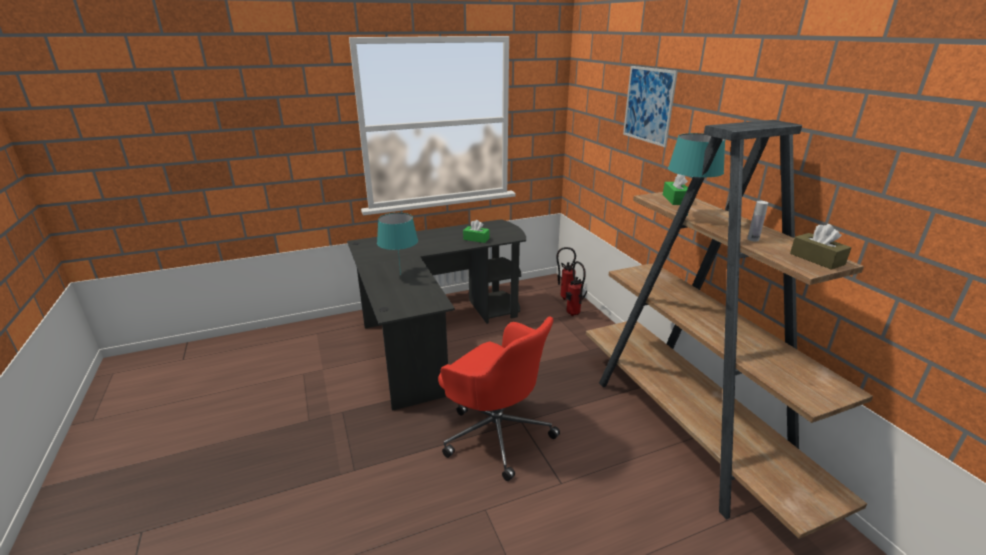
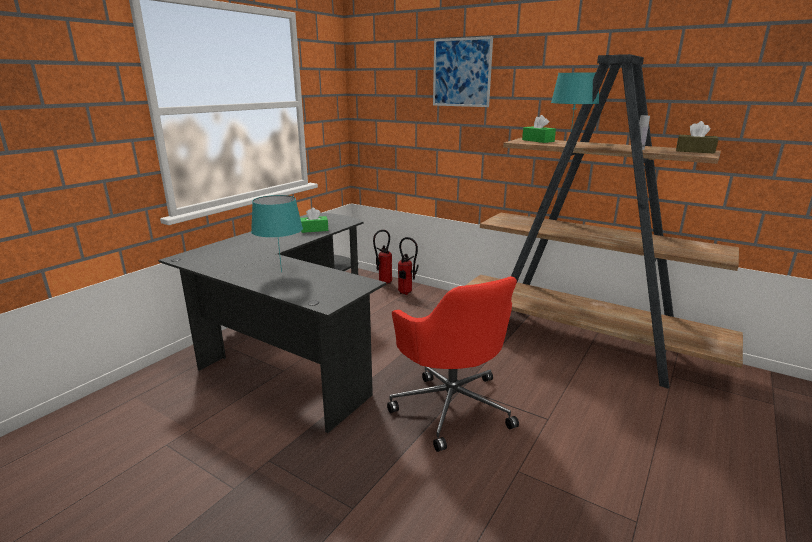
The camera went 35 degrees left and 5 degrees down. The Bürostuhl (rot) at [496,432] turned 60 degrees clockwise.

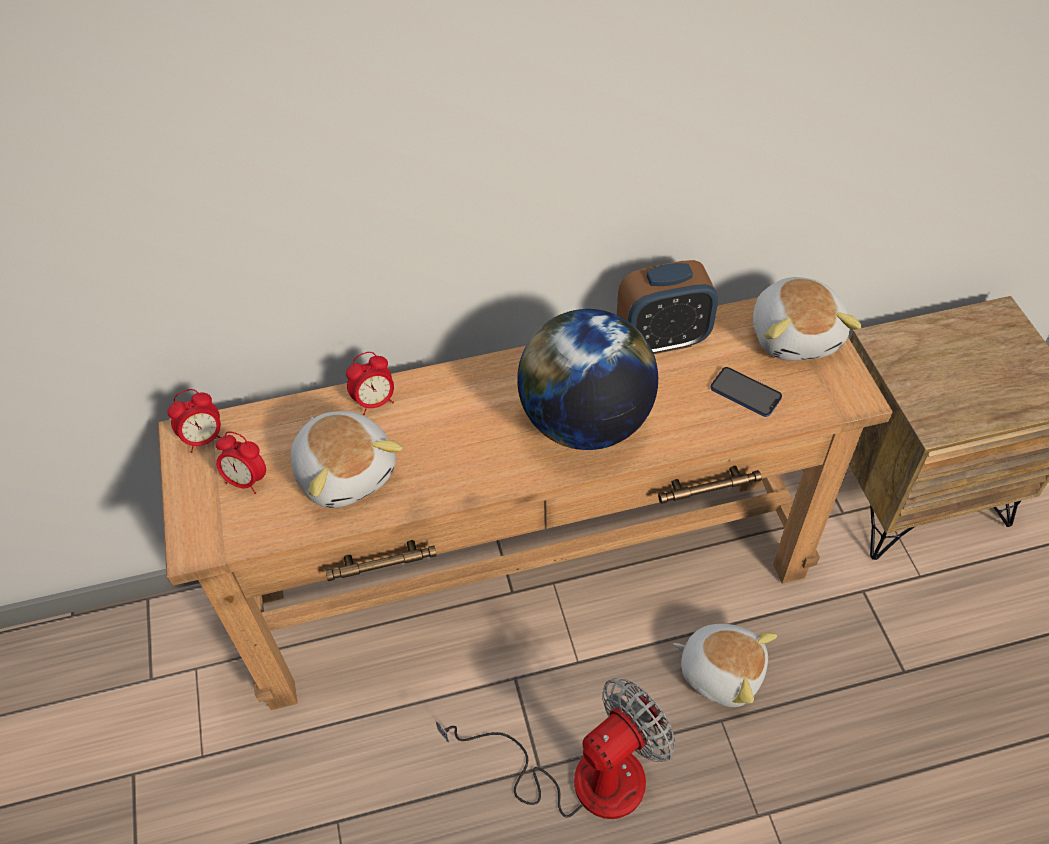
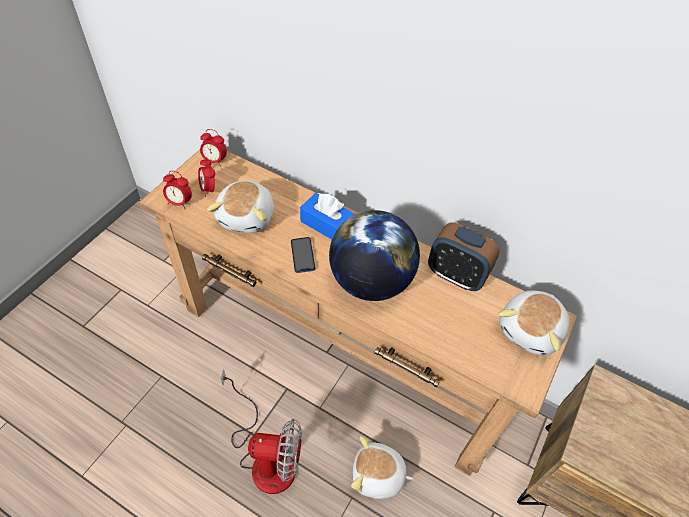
The camera went 40 degrees right and 0 degrees up. The Wecker moved from [375,402] to [179,203]. The Handy moved from [745,393] to [302,255]. The Taschentuchbox (blau) at [327,225] appeared. The Plüschtier at [721,671] turned 120 degrees clockwise.

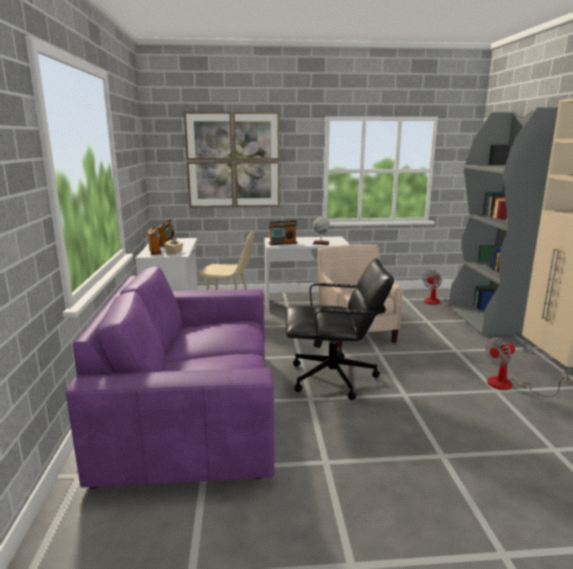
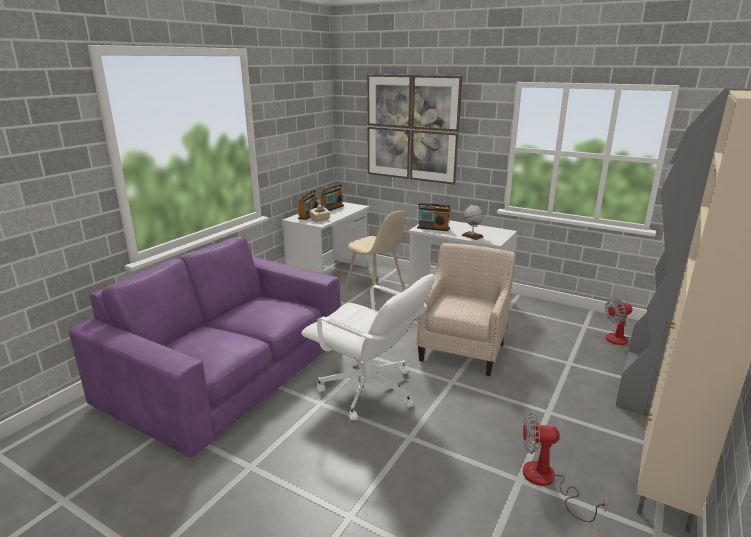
The camera went 35 degrees right and 5 degrees up. The Bürostuhl (schwarz) at [334,378] became the Bürostuhl (weiß) at [368,391].

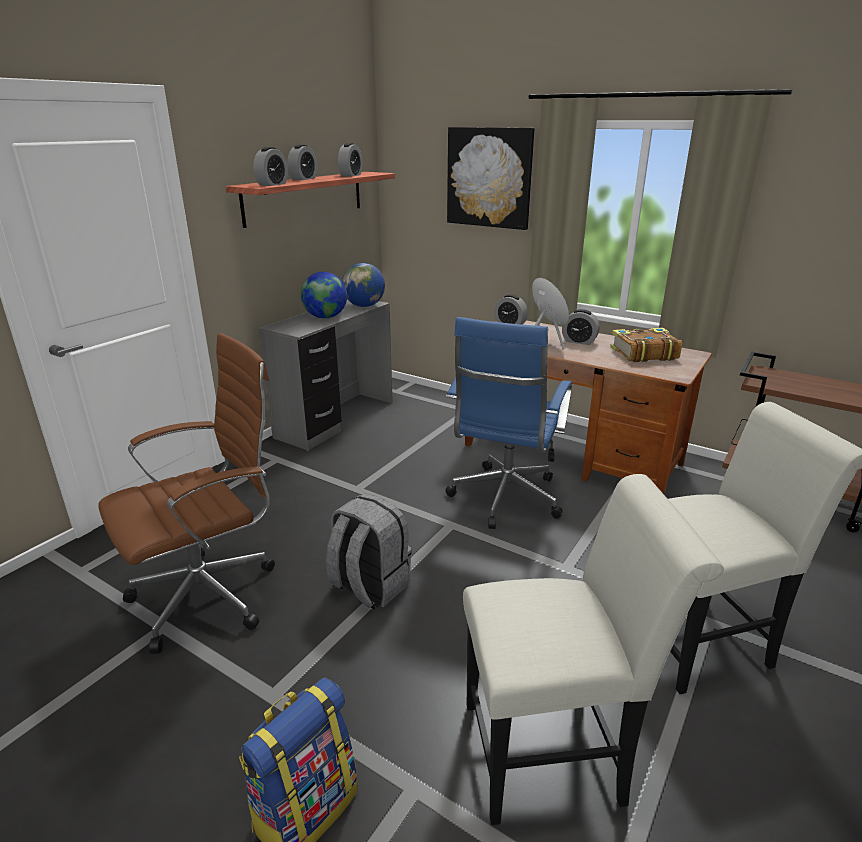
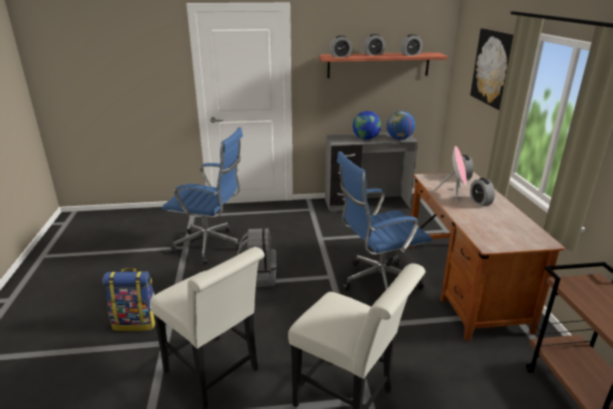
The camera went 50 degrees right and 0 degrees up. The Bürostuhl (braun) at [212,594] became the Bürostuhl (blau) at [211,246]. The Buch at [643,354] disappeared.

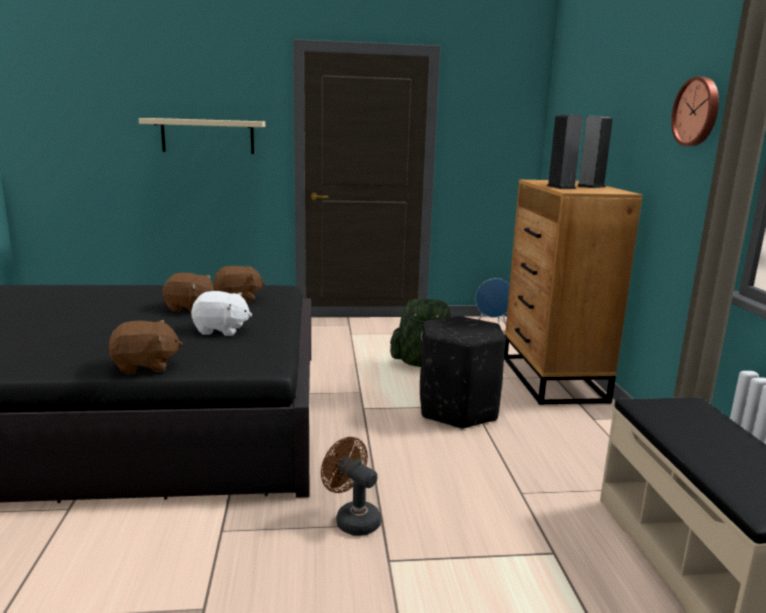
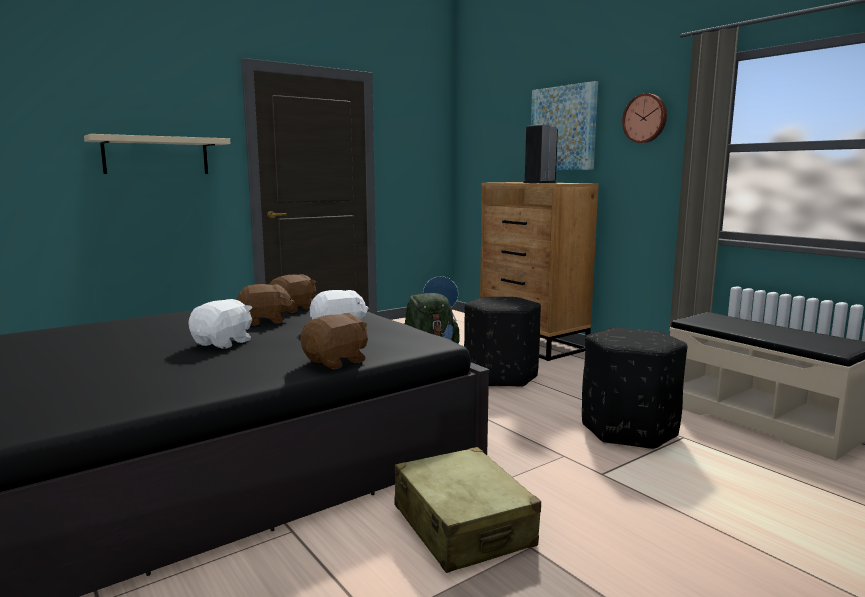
The camera went 30 degrees left and 5 degrees down. The Plüschtier (weiß) at [224,343] appeared. The Koffer (beige) at [463,526] appeared. The Bild at [563,128] appeared. The Polsterhocker (schwarz) at [628,430] appeared. The Ventilator (braun) at [352,519] disappeared.

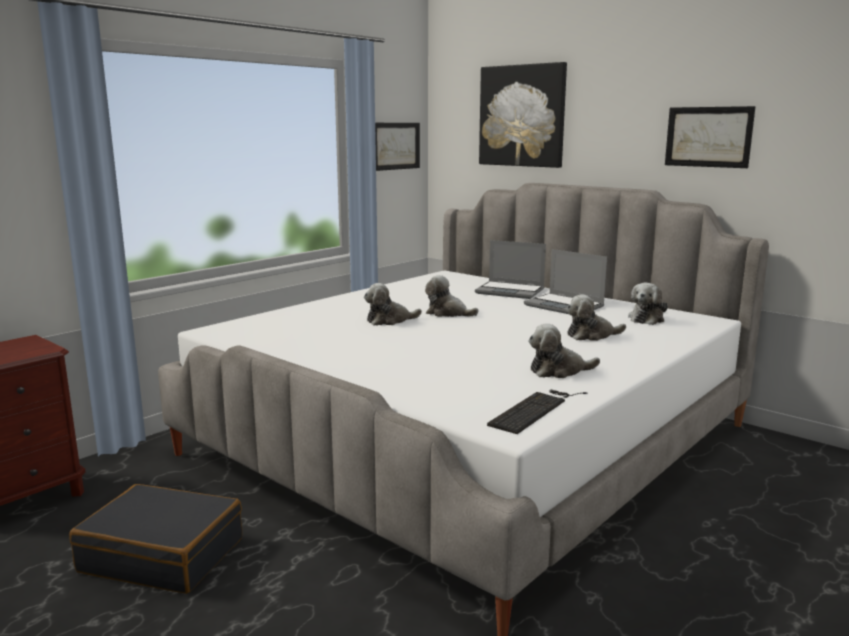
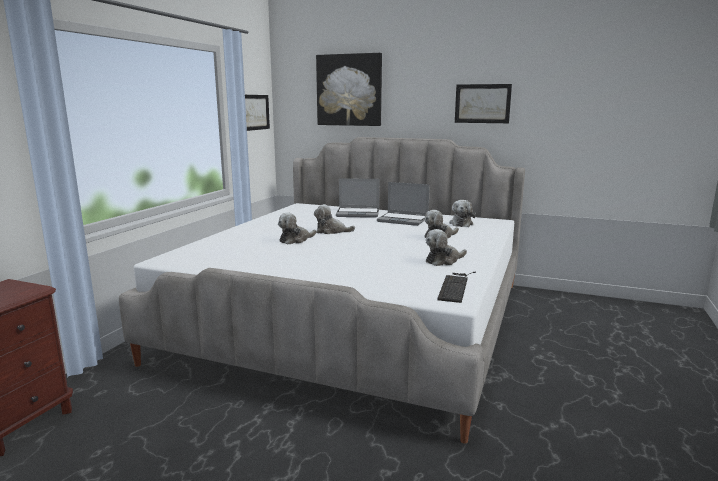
The camera went 20 degrees left and 0 degrees up. The Koffer (schwarz) at [163,555] disappeared.

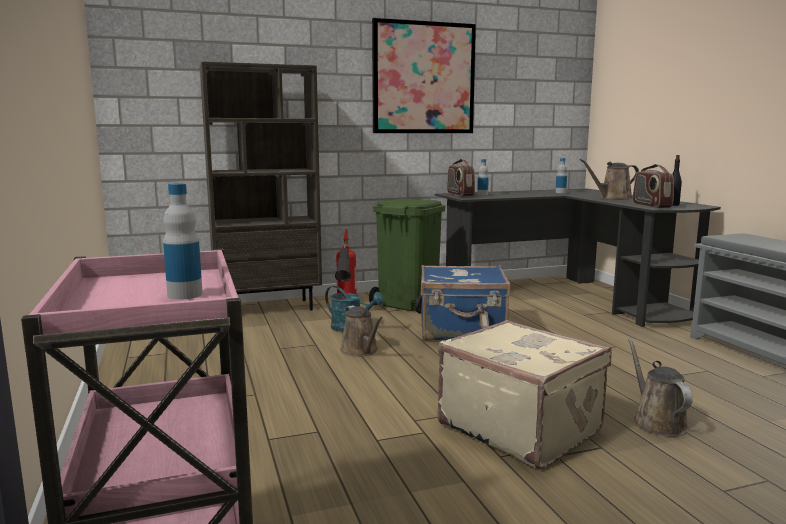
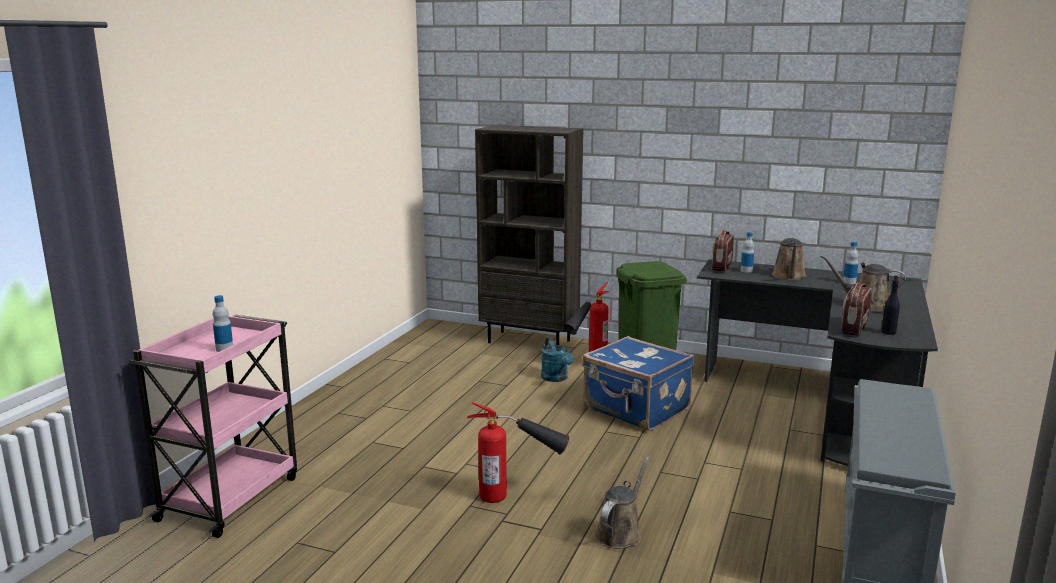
The camera went 40 degrees right and 5 degrees up. The Koffer (beige) at [520,427] was replaced by the Feuerlöscher at [518,495]. The Gießkanne (braun) moved from [361,351] to [789,276]. The Bild at [423,78] disappeared.

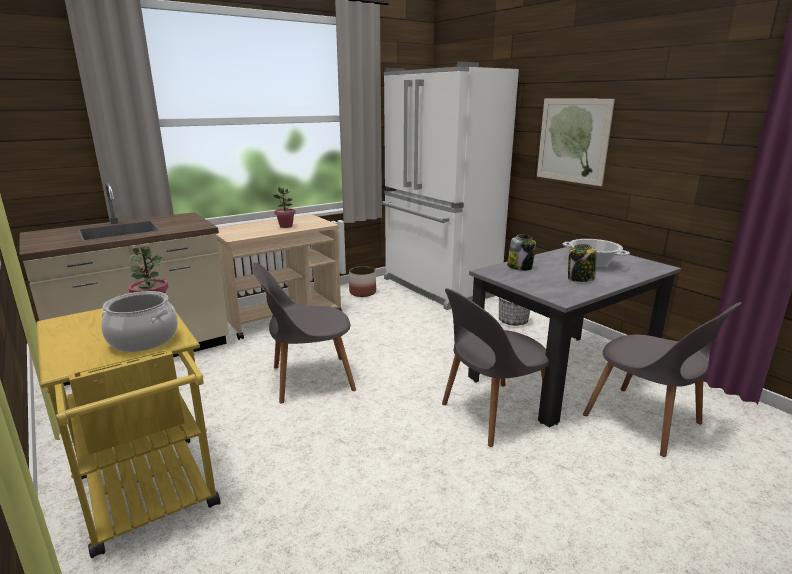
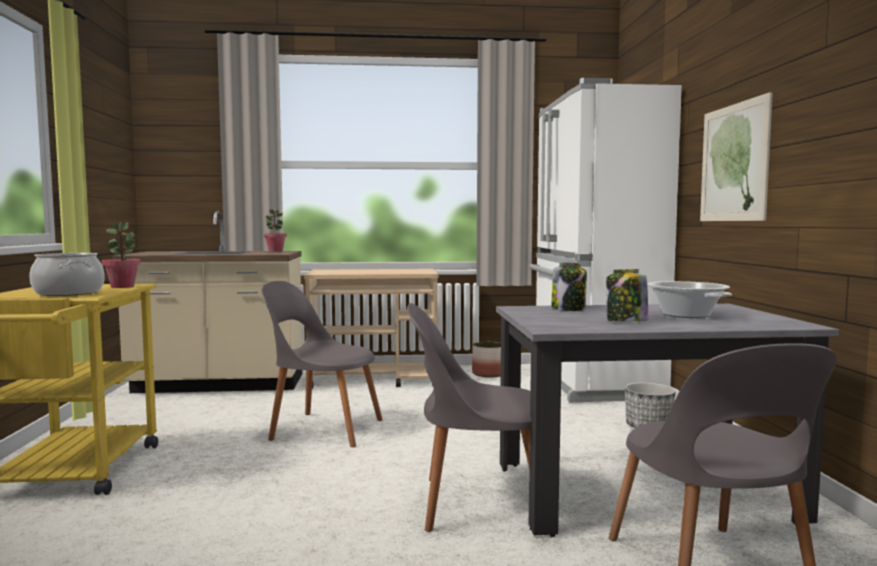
The camera went 30 degrees right and 15 degrees down. The Topfpflanze moved from [286,226] to [275,251].

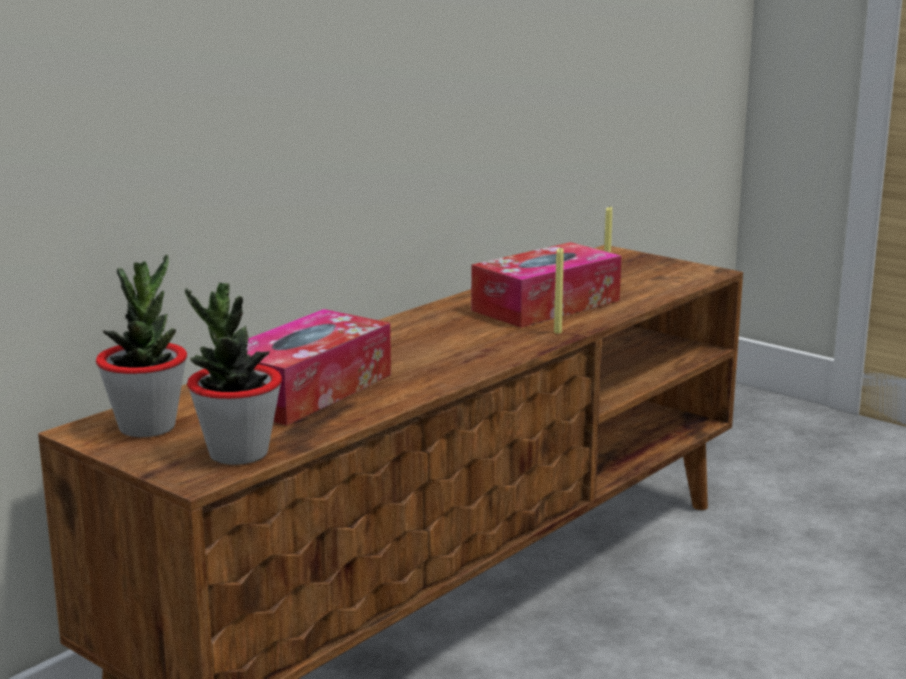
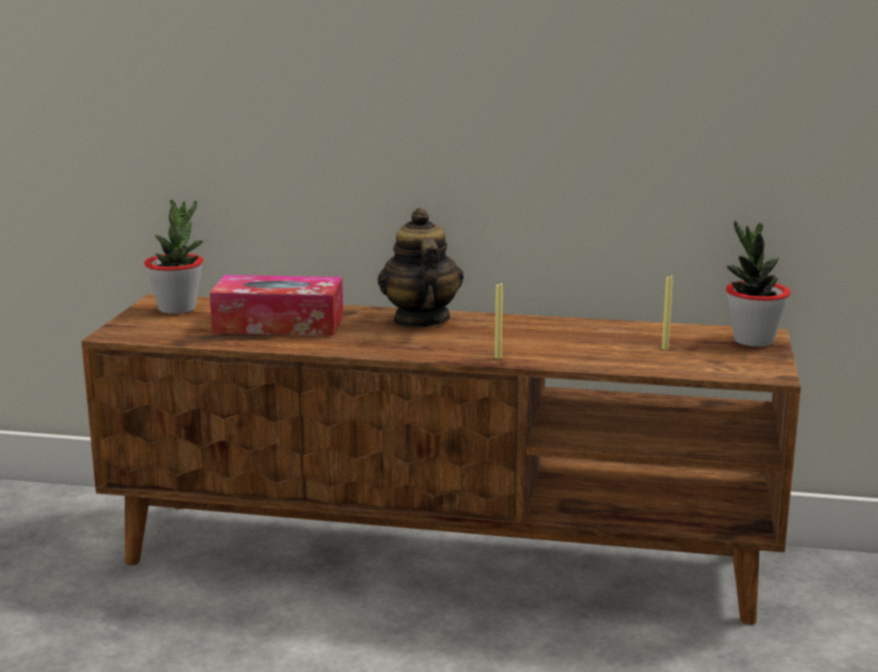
The camera went 60 degrees right and 0 degrees up. The Teekanne at [420,320] appeared. The Topfpflanze moved from [238,454] to [753,341]. The Taschentuchbox at [546,305] disappeared.

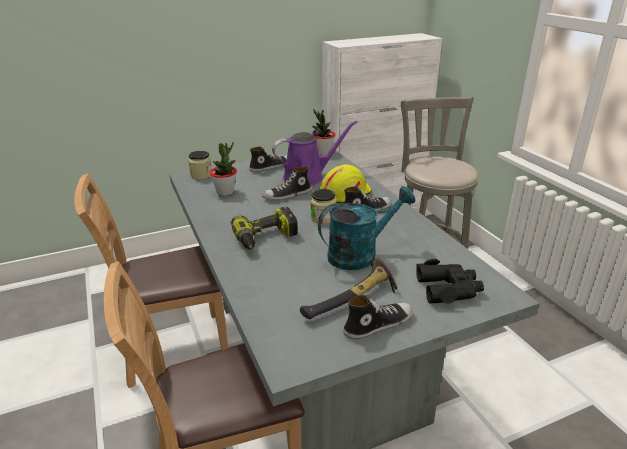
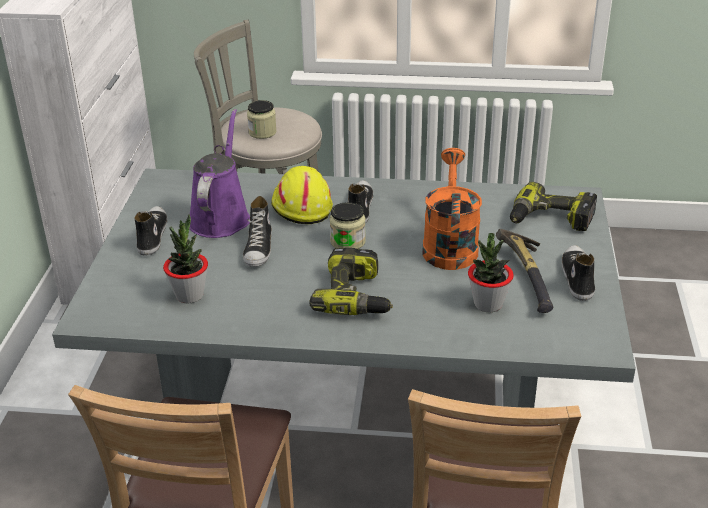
The camera went 60 degrees left and 5 degrees up. The Vorratsglas moved from [201,175] to [262,132]. The Gießkanne (türkis) at [360,254] became the Gießkanne (orange) at [449,245]. The Topfpflanze moved from [323,152] to [488,304]. The Fernglas (schwarz) at [448,289] was replaced by the Bohrmaschine at [550,220].

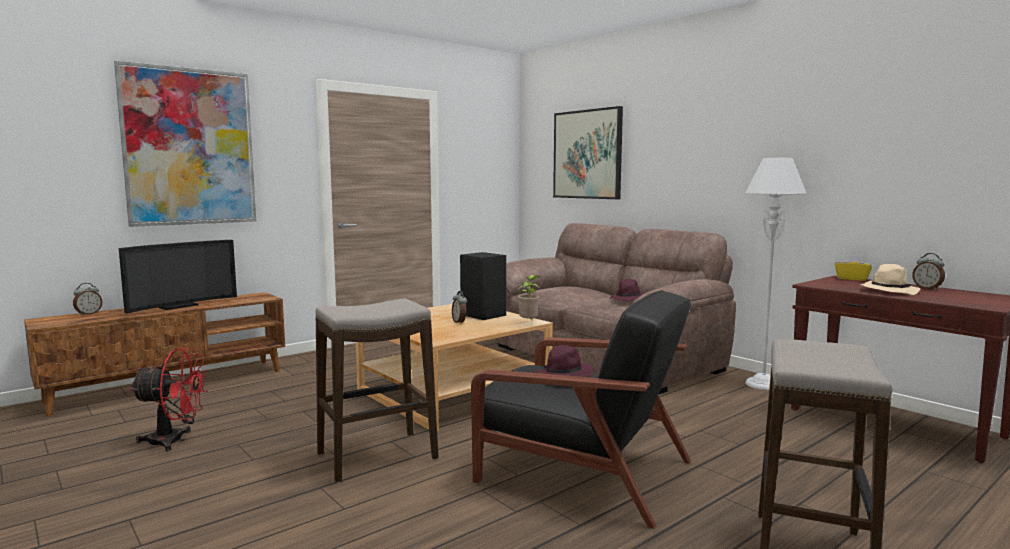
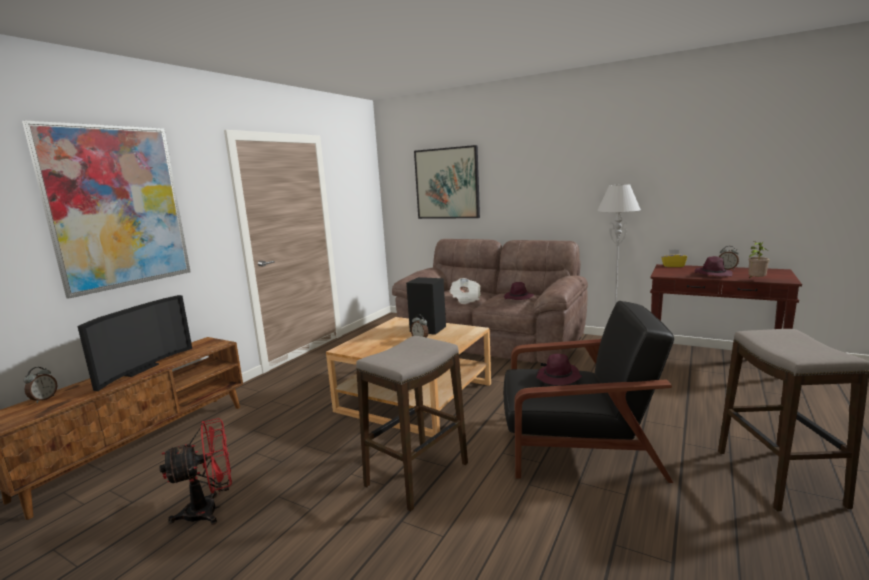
The camera went 20 degrees left and 5 degrees up. The Zeitung at [465,299] appeared. The Hut (beige) at [888,291] became the Hut (lila) at [712,274]. The Topfpflanze moved from [529,323] to [756,280].

